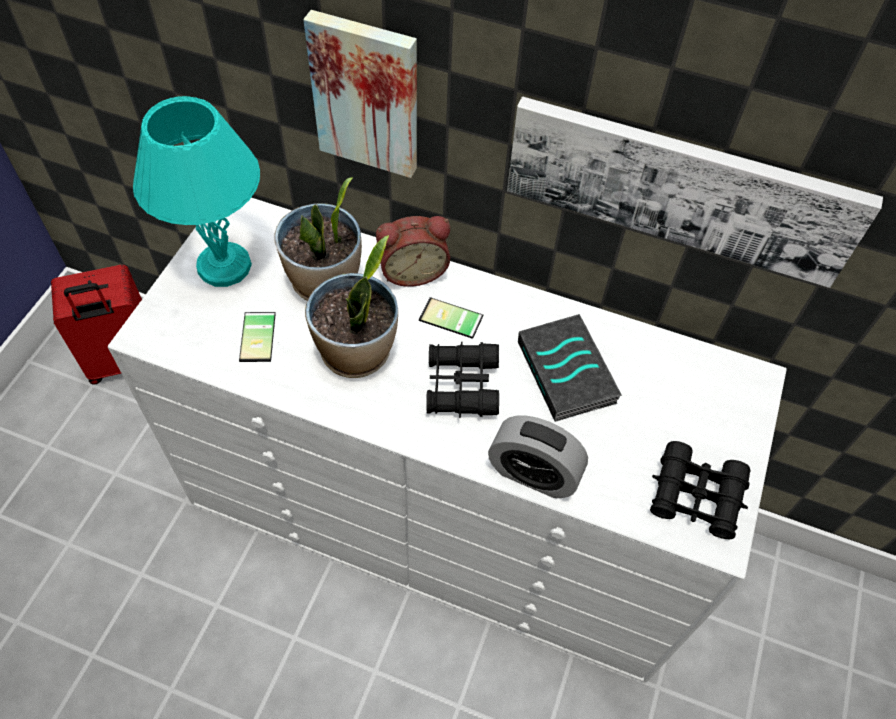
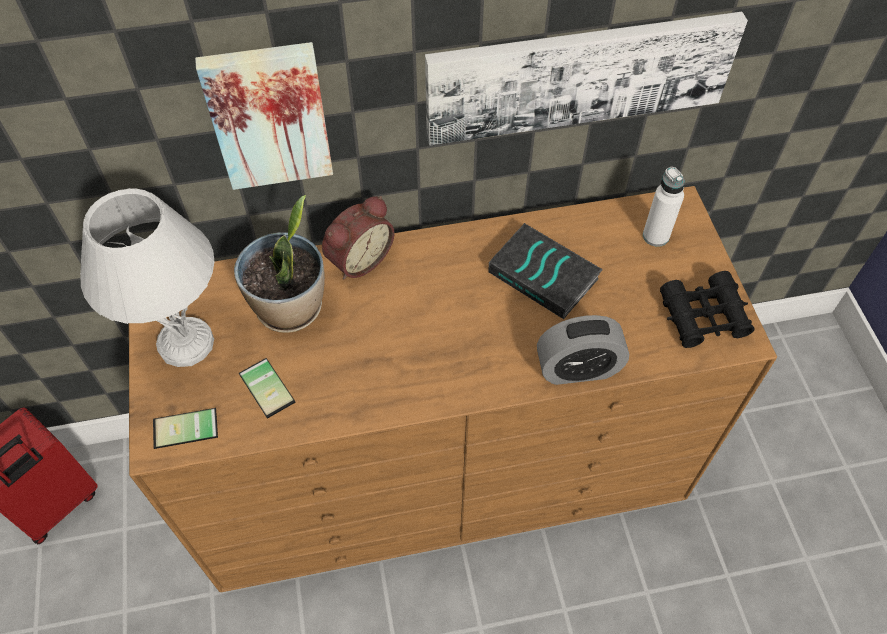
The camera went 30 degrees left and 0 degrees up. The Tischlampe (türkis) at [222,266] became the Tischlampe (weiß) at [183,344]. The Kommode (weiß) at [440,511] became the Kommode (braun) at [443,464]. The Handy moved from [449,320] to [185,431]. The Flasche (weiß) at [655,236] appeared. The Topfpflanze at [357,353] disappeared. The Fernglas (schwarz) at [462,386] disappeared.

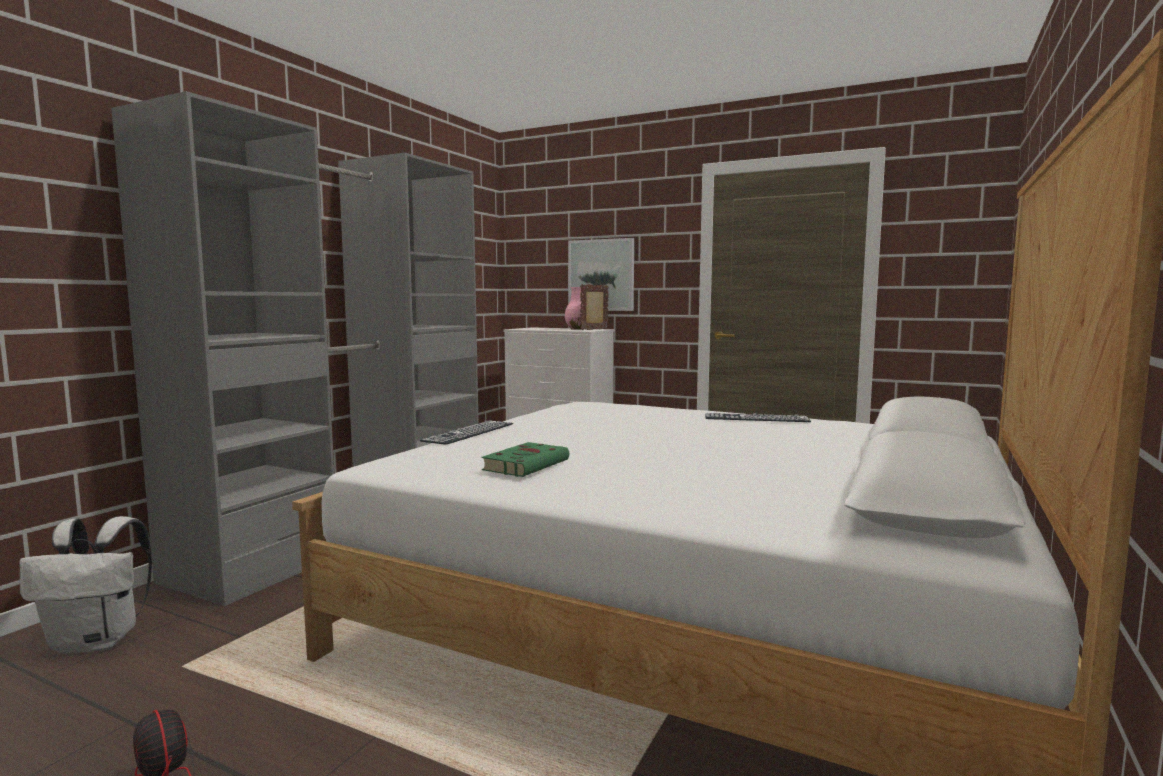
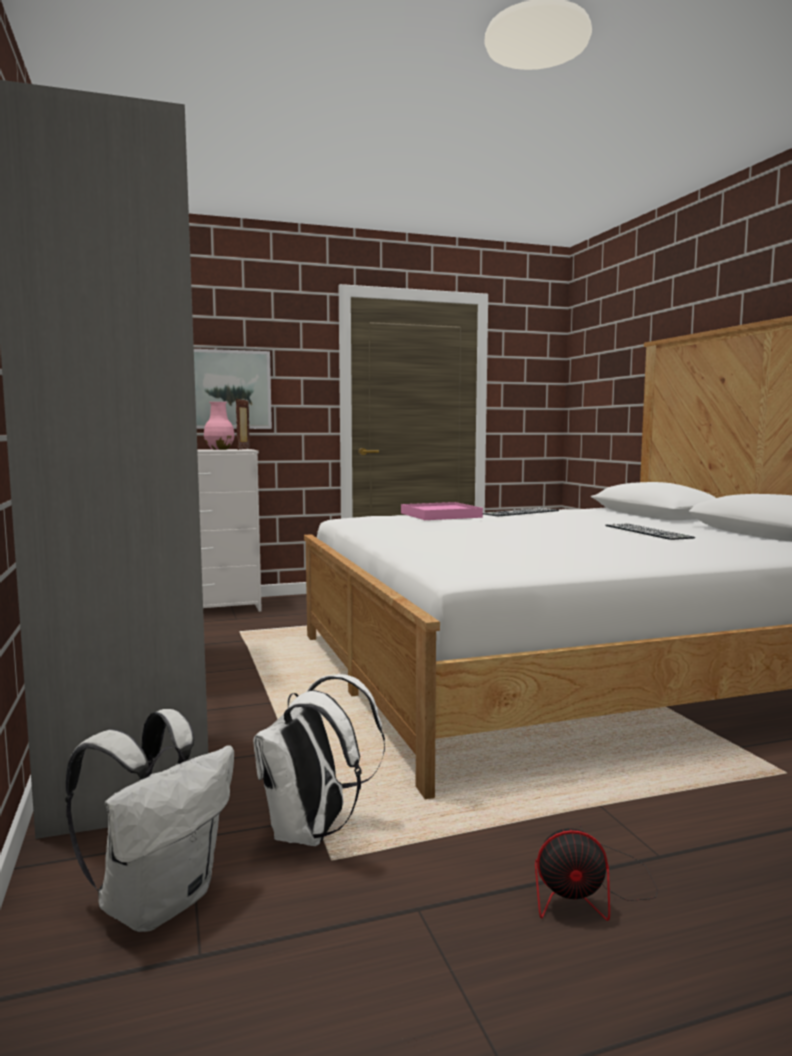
The camera went 45 degrees left and 0 degrees up. The Rucksack (weiß) at [313,833] appeared. The Tablett (rosa) at [440,515] appeared. The Tastatur moved from [469,432] to [647,532]. The Buch (grün) at [527,465] disappeared.

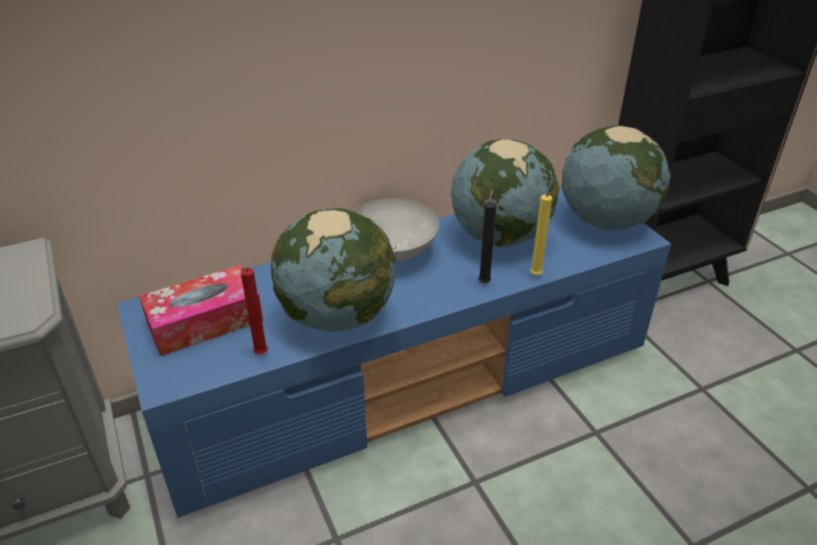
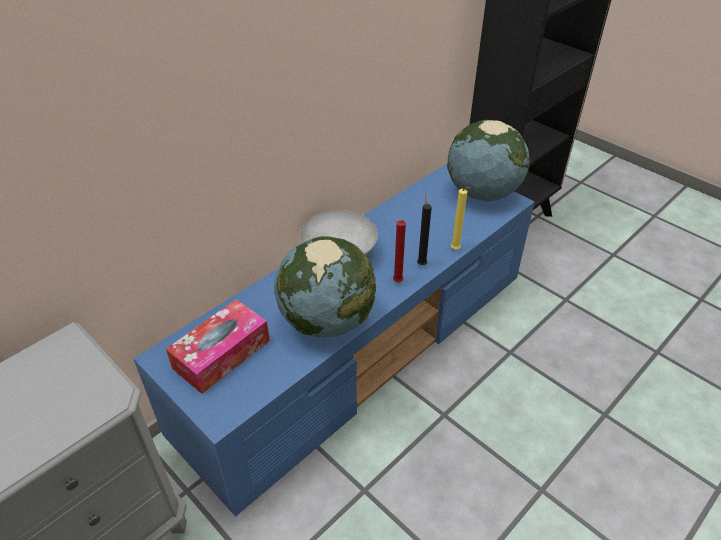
The camera went 20 degrees left and 5 degrees up. The Kerze (rot) moved from [260,355] to [398,283]. The Globus at [500,236] disappeared.

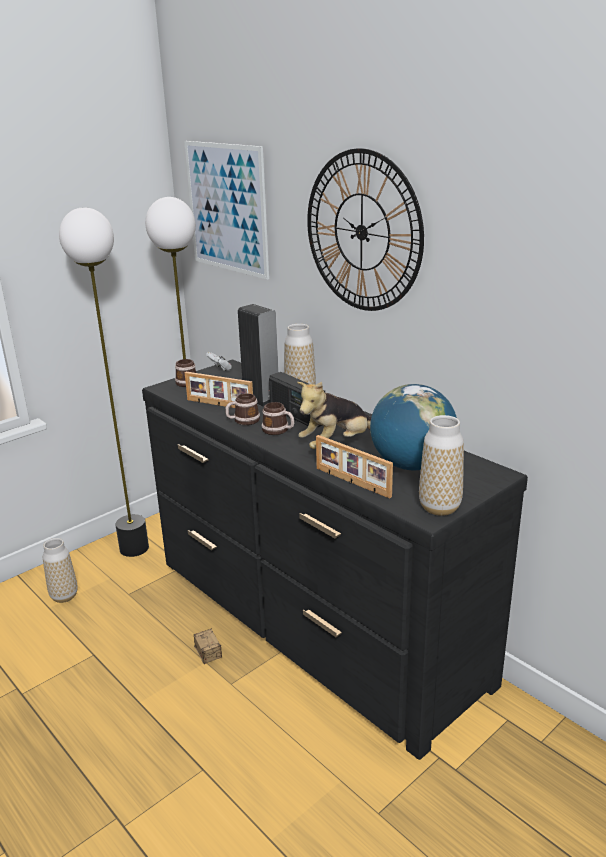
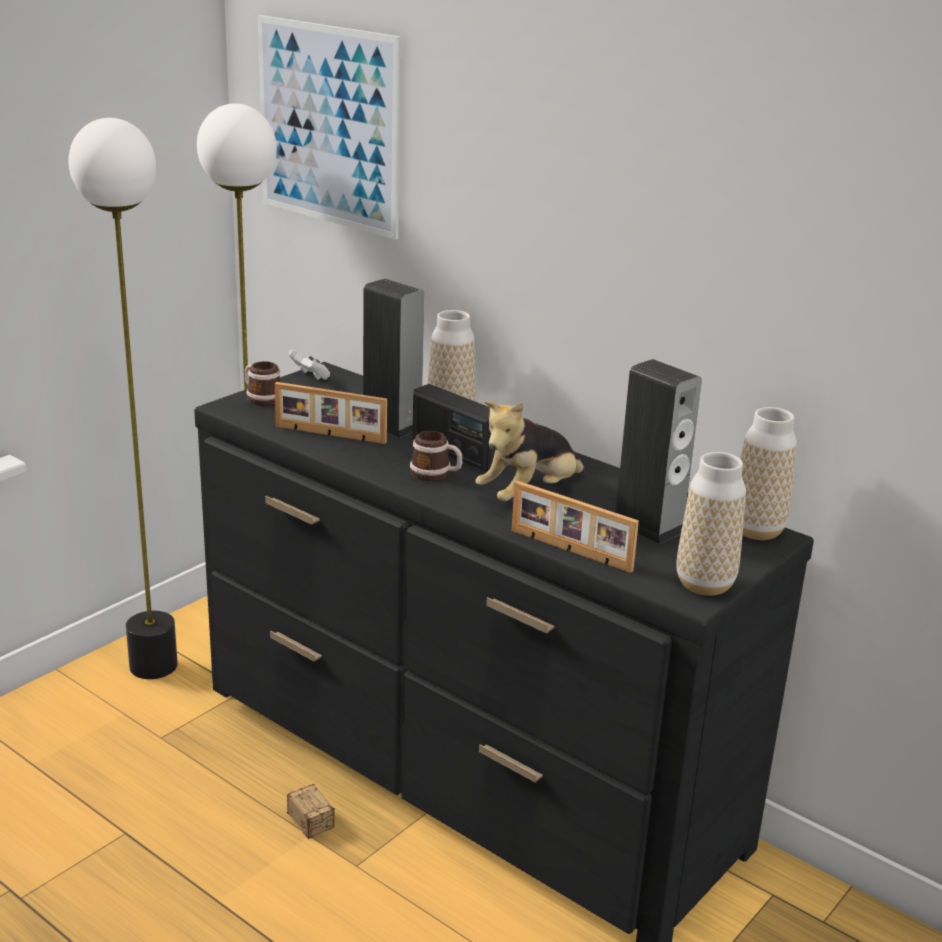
The camera went 10 degrees left and 0 degrees up. The Globus at [411,465] was replaced by the Lautsprecher at [648,525]. The Vase moved from [64,596] to [756,530]. The Henkelbecher at [243,421] disappeared. The Wanduhr at [362,232] disappeared.

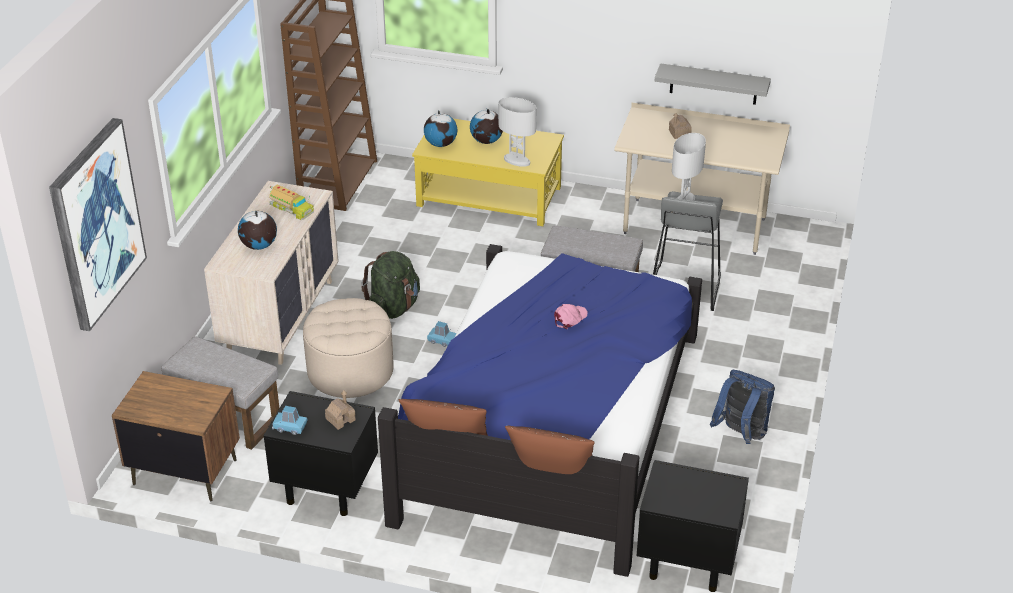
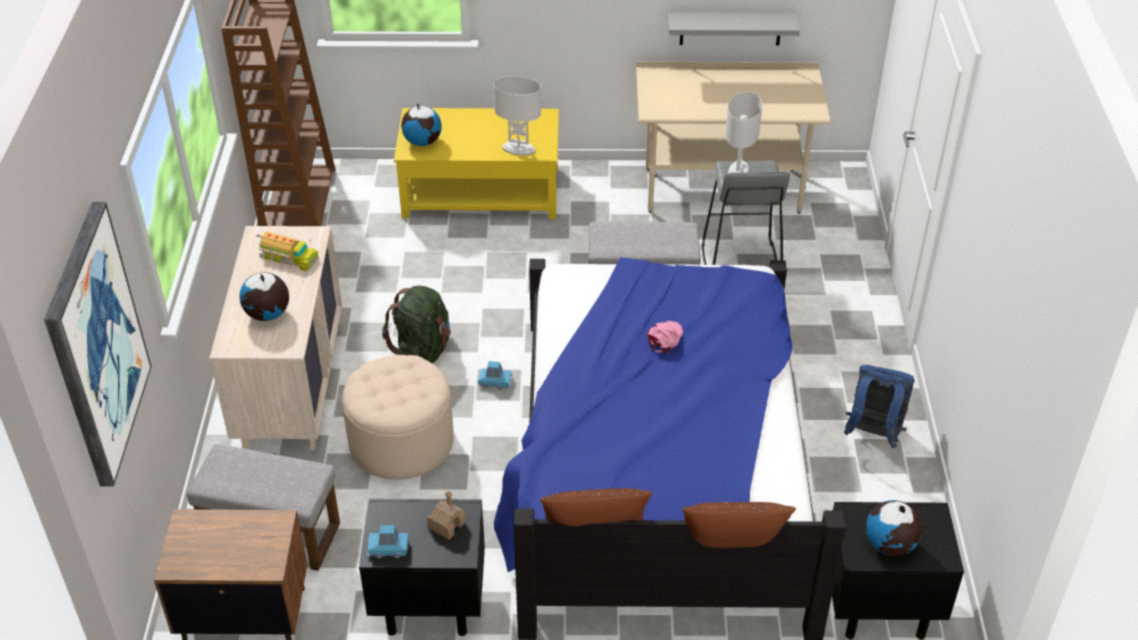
The camera went 15 degrees left and 5 degrees up. The Globus moved from [486,141] to [890,545]. The Spielzeughaus at [679,133] disappeared.

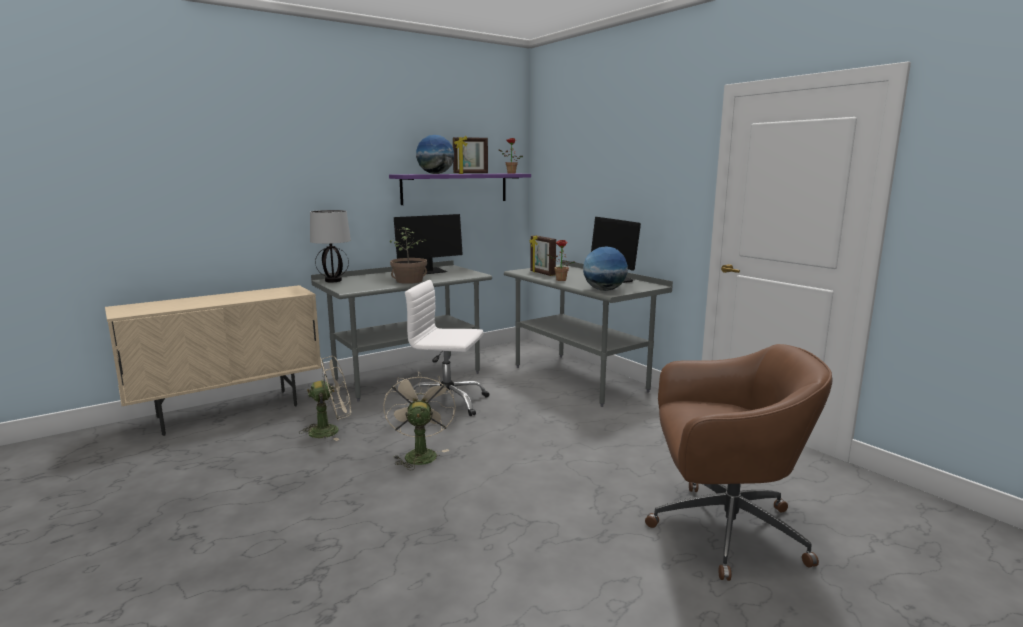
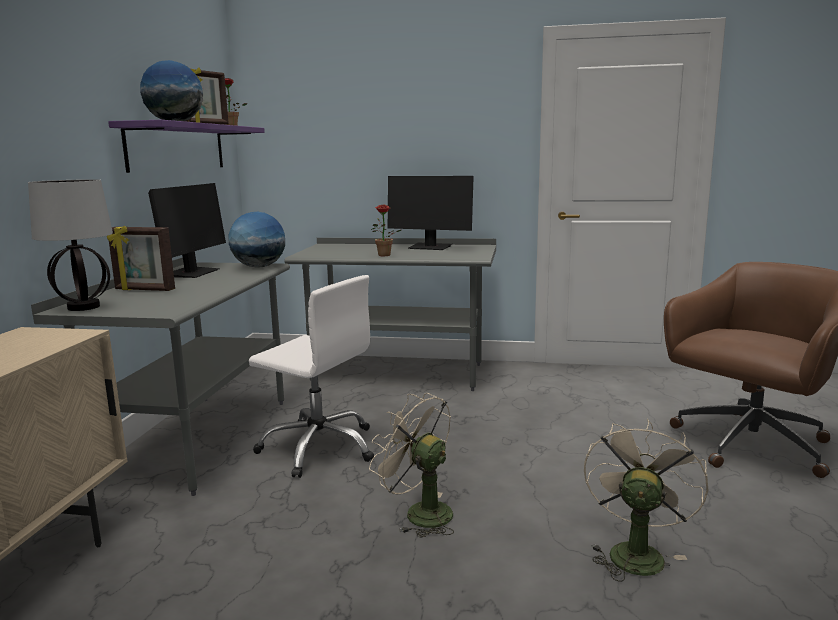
The camera went 45 degrees left and 0 degrees up. The Bilderrahmen moved from [542,273] to [144,290]. The Globus moved from [604,290] to [259,267]. The Bürostuhl (weiß) at [447,402] turned 120 degrees counterclockwise. The Ventilator (beige) moved from [331,430] to [635,552]. The Topfpflanze at [409,281] disappeared.

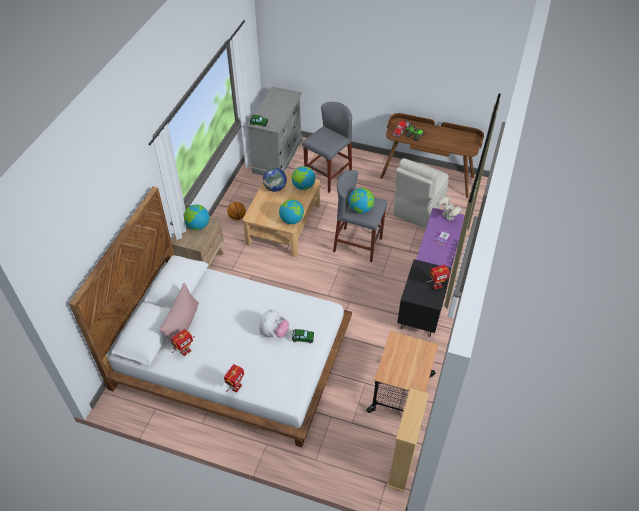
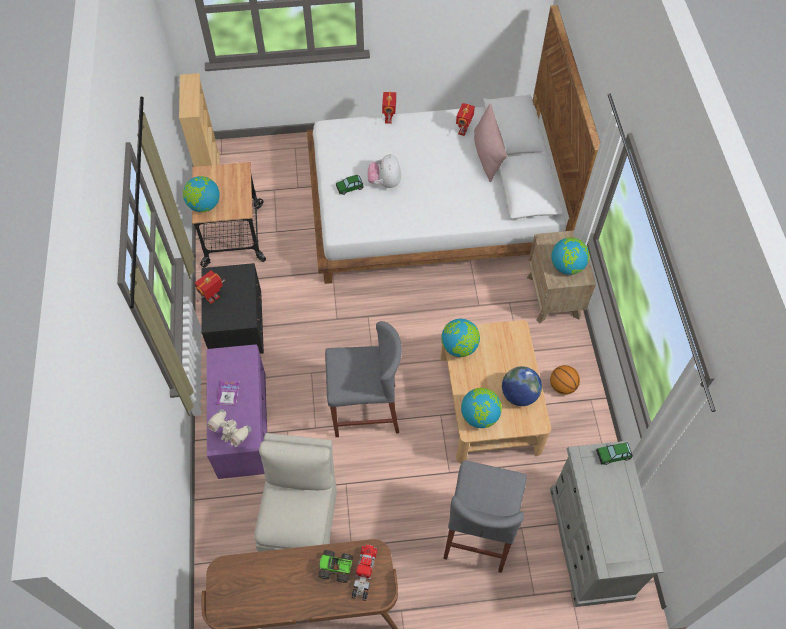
The camera went 155 degrees right and 10 degrees up. The Globus moved from [360,209] to [204,205].

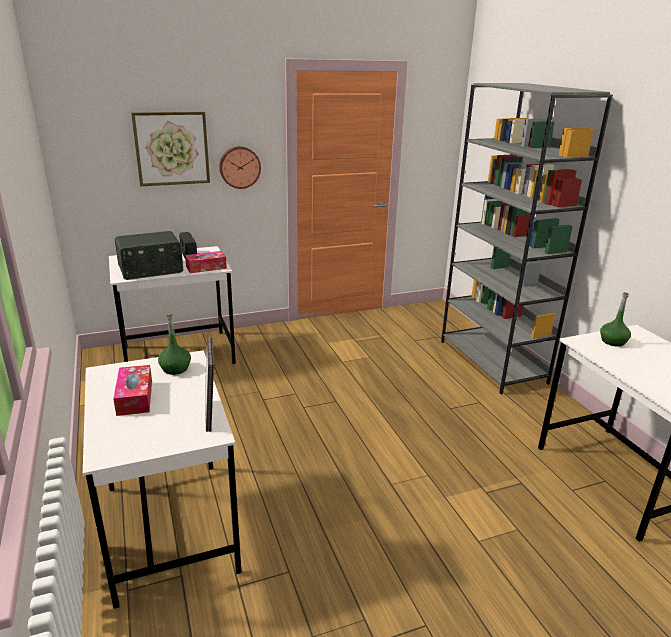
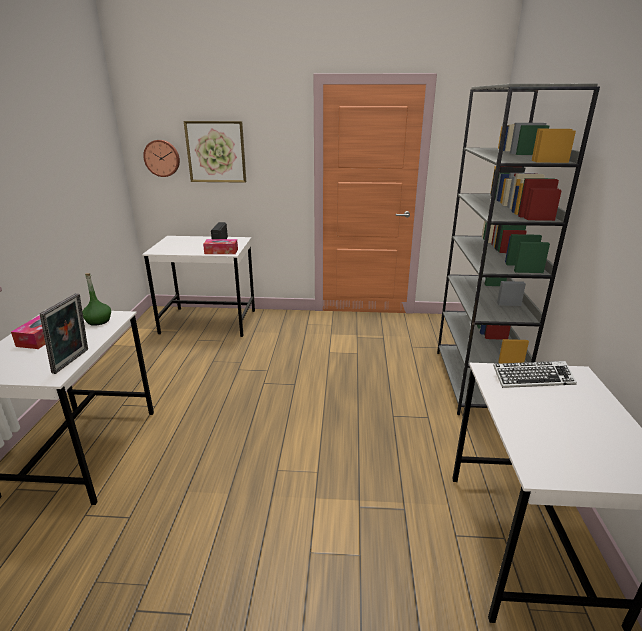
The camera went 25 degrees right and 0 degrees up. The Wanduhr moved from [239,167] to [162,158]. The Flasche (grün) at [613,341] was replaced by the Tastatur at [532,378]. The Radio at [151,270] disappeared.

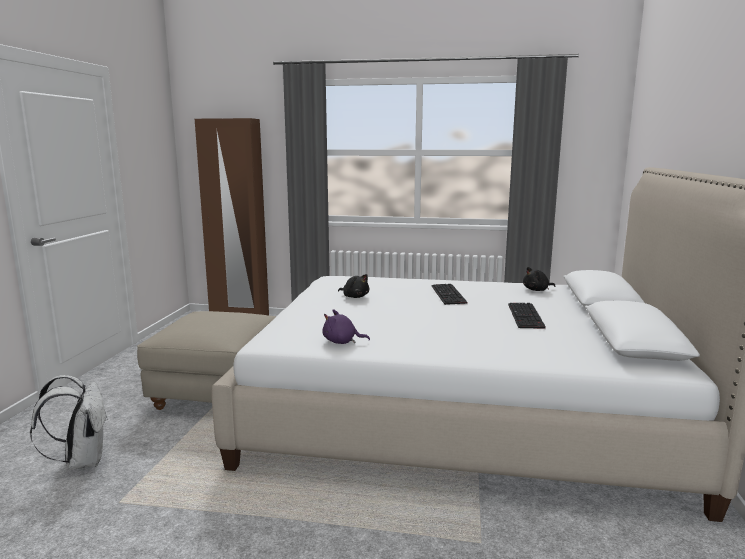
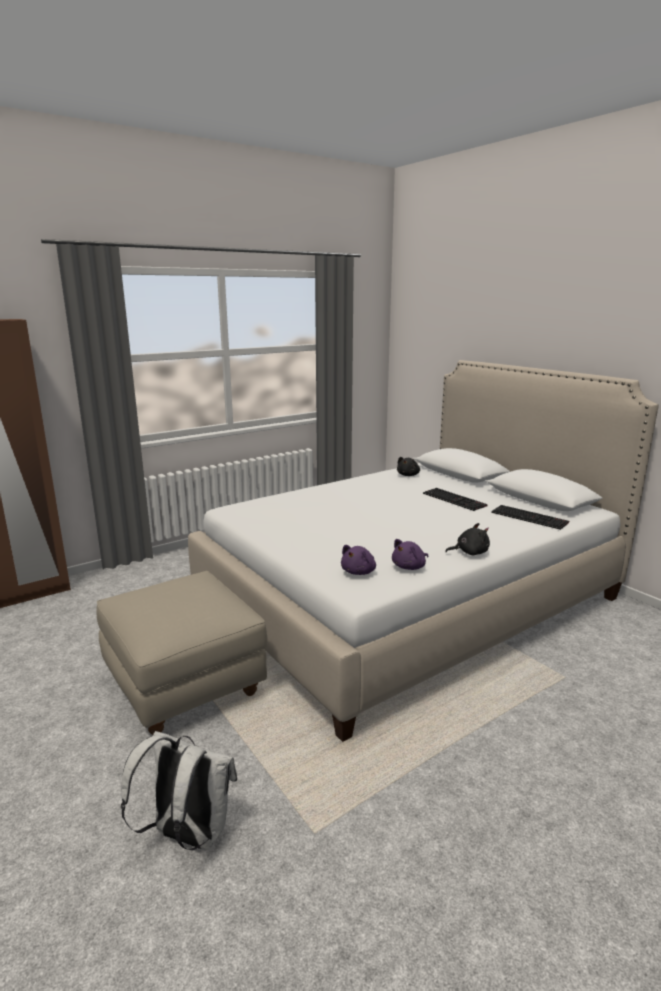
The camera went 45 degrees left and 5 degrees up. The Plüschtier (lila) at [359,572] appeared. The Plüschtier (schwarz) moved from [355,297] to [469,552]. The Tastatur moved from [449,295] to [530,517].

